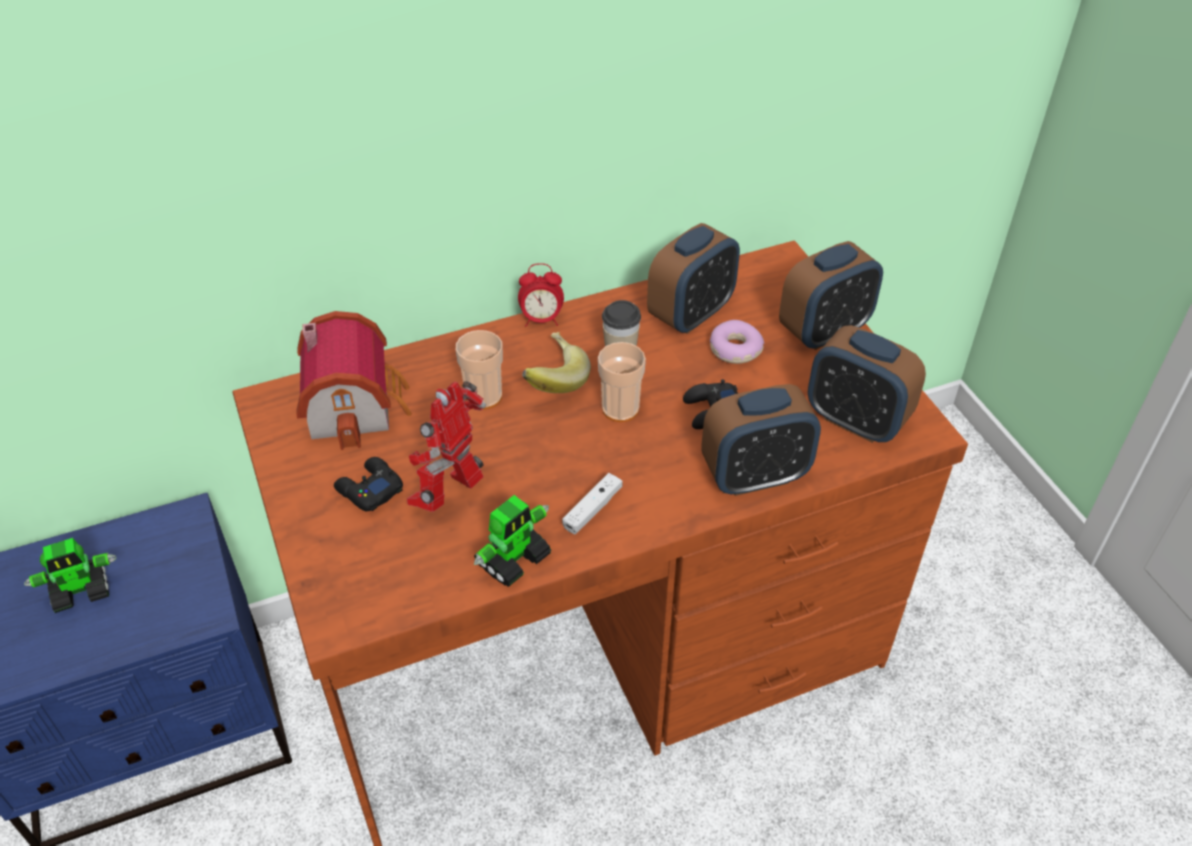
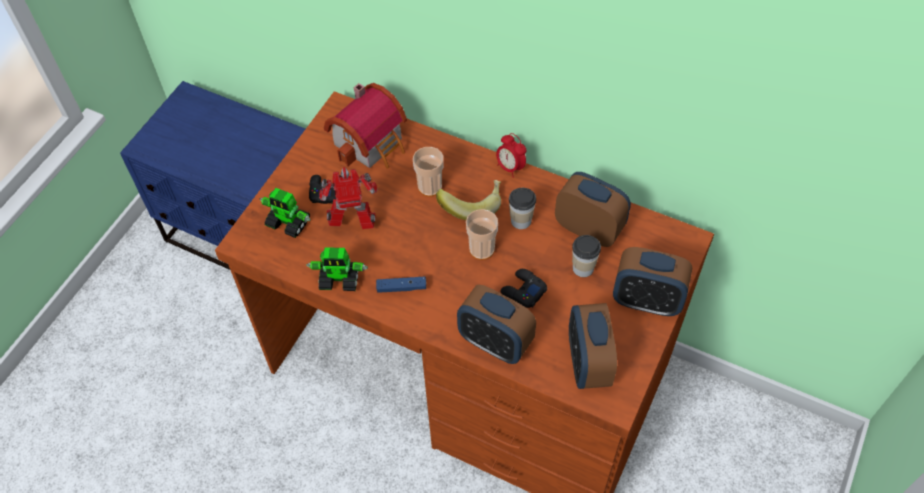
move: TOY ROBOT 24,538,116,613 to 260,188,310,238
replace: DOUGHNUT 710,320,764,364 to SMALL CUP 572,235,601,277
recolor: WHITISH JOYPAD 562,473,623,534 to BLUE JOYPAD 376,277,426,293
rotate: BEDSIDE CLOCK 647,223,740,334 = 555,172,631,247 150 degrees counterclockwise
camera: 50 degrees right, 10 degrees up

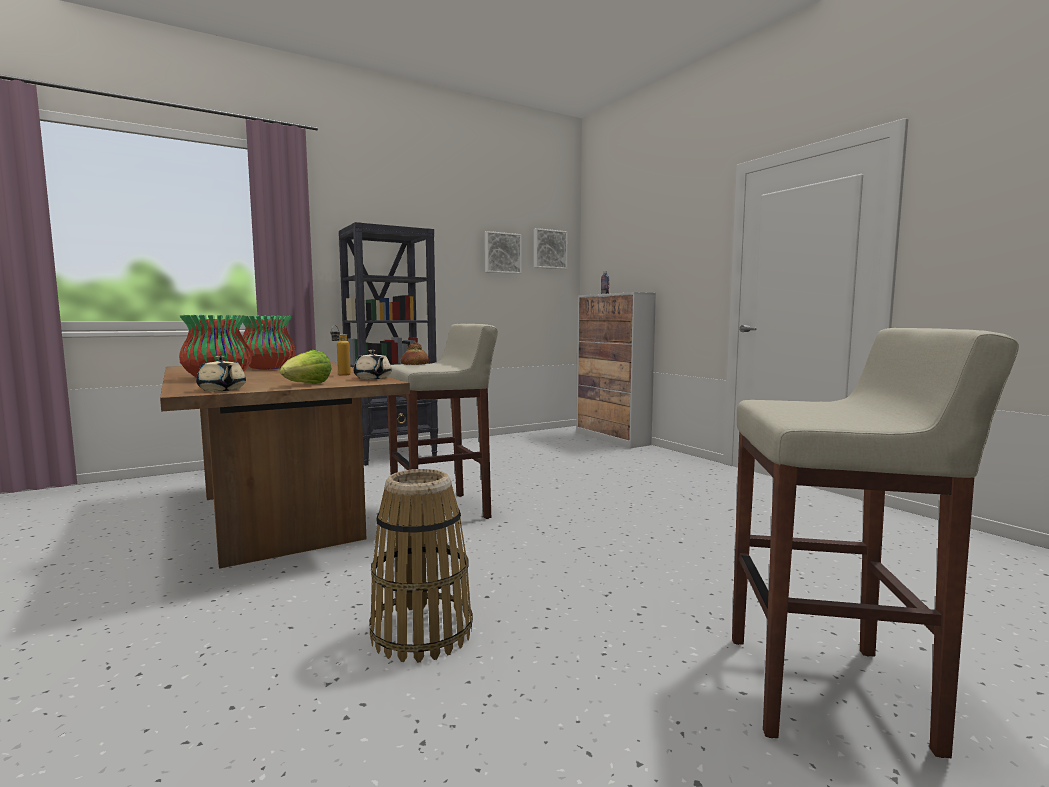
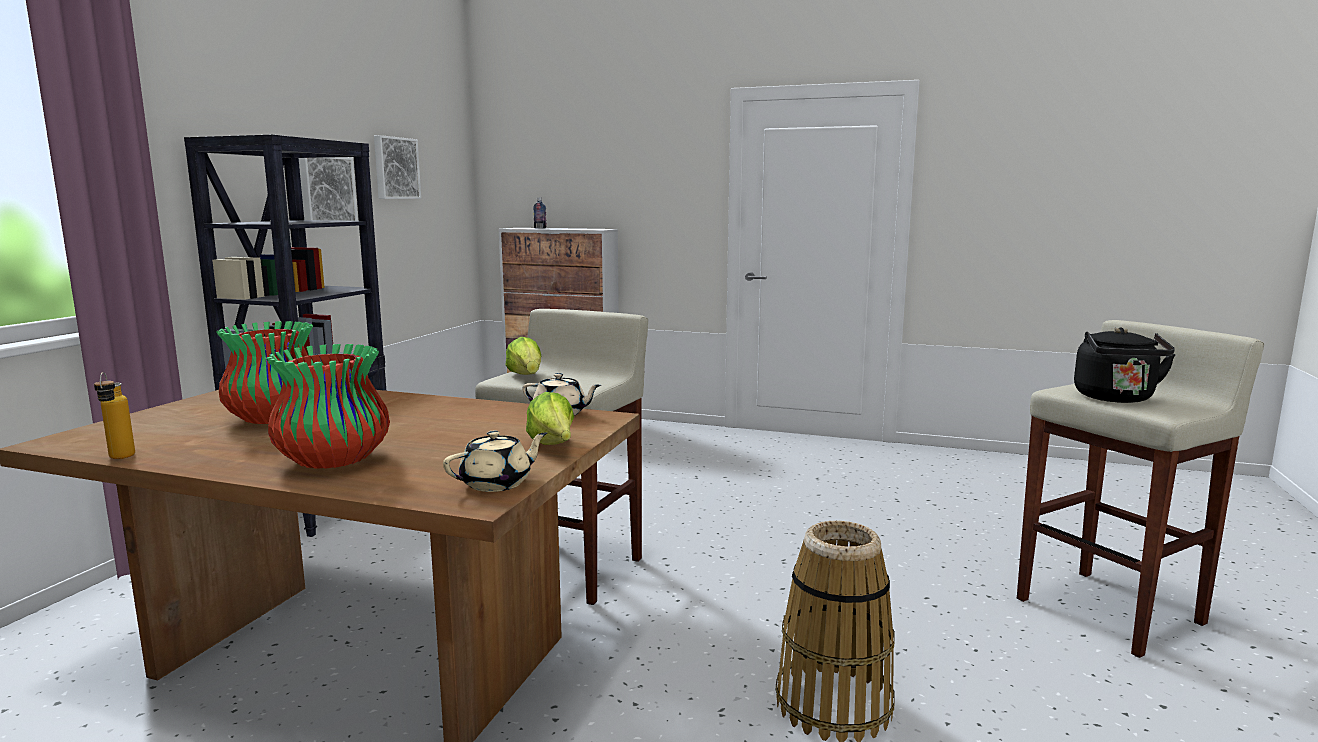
insert: BLACK WATER KETTLE 1074,327,1176,403
move: BOTTLE 330,325,351,376 to 94,372,135,459; PICTURE 534,228,567,269 to 299,157,358,221
replace: BAKED BREAD 400,342,429,365 to LETTUCE HEAD 505,337,541,375
rotate: SAND-COLOURED POT FOR TEA 196,356,246,391 = 443,431,547,492 45 degrees counterclockwise
camera: 40 degrees left, 5 degrees up

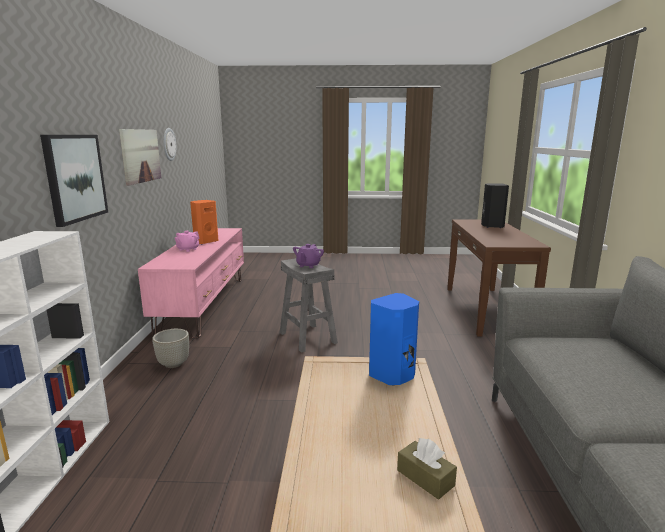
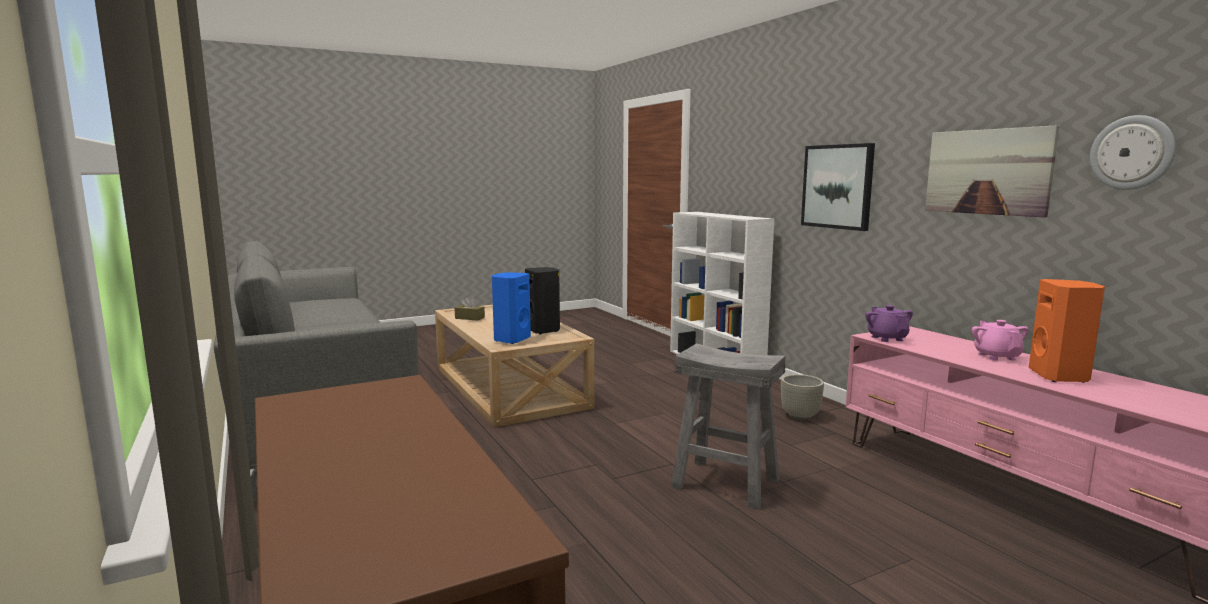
move: PURPLE POT FOR TEA 293,244,324,268 to 865,305,913,342; BLACK SPEAKER 481,183,509,228 to 525,267,560,335
camera: 150 degrees right, 5 degrees down

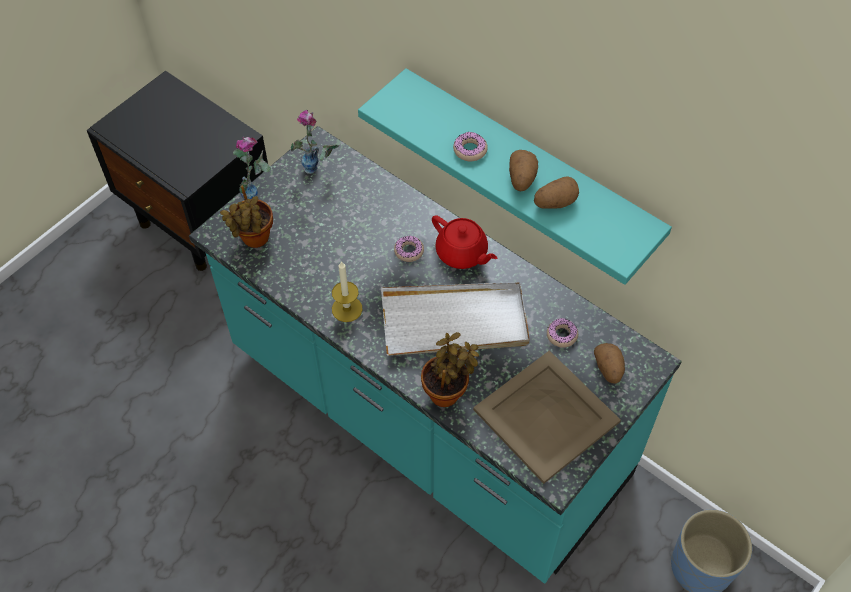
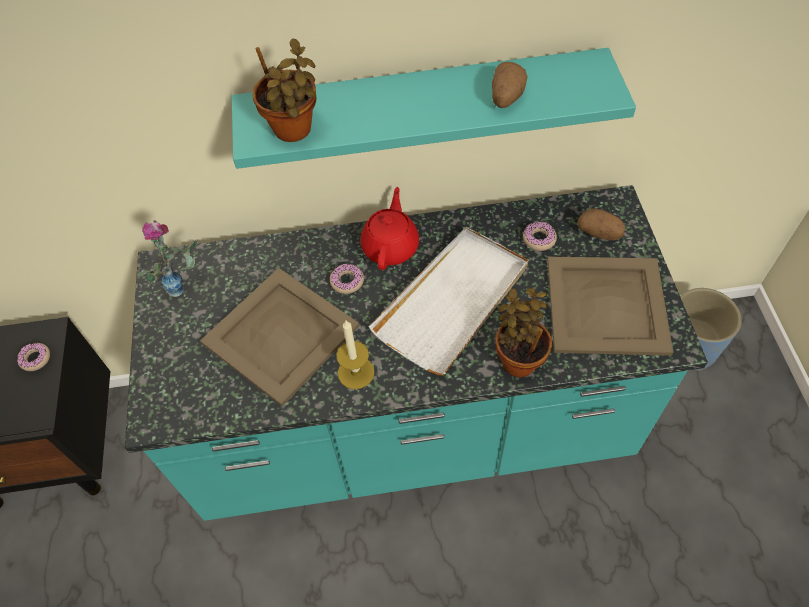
delete: VASE 233,136,271,200; SPUD 509,150,538,191
insert: SAND-COLOURED CARRYING TRAY 200,268,360,407
move: HOUSEPLANT 220,185,273,248 to 252,39,316,142; DOUGHNUT 453,132,488,161 to 17,343,50,371
rotate: RED-COLOURED POT FOR TEA 432,215,497,269 = 361,187,419,270 75 degrees counterclockwise
camera: 45 degrees left, 0 degrees up

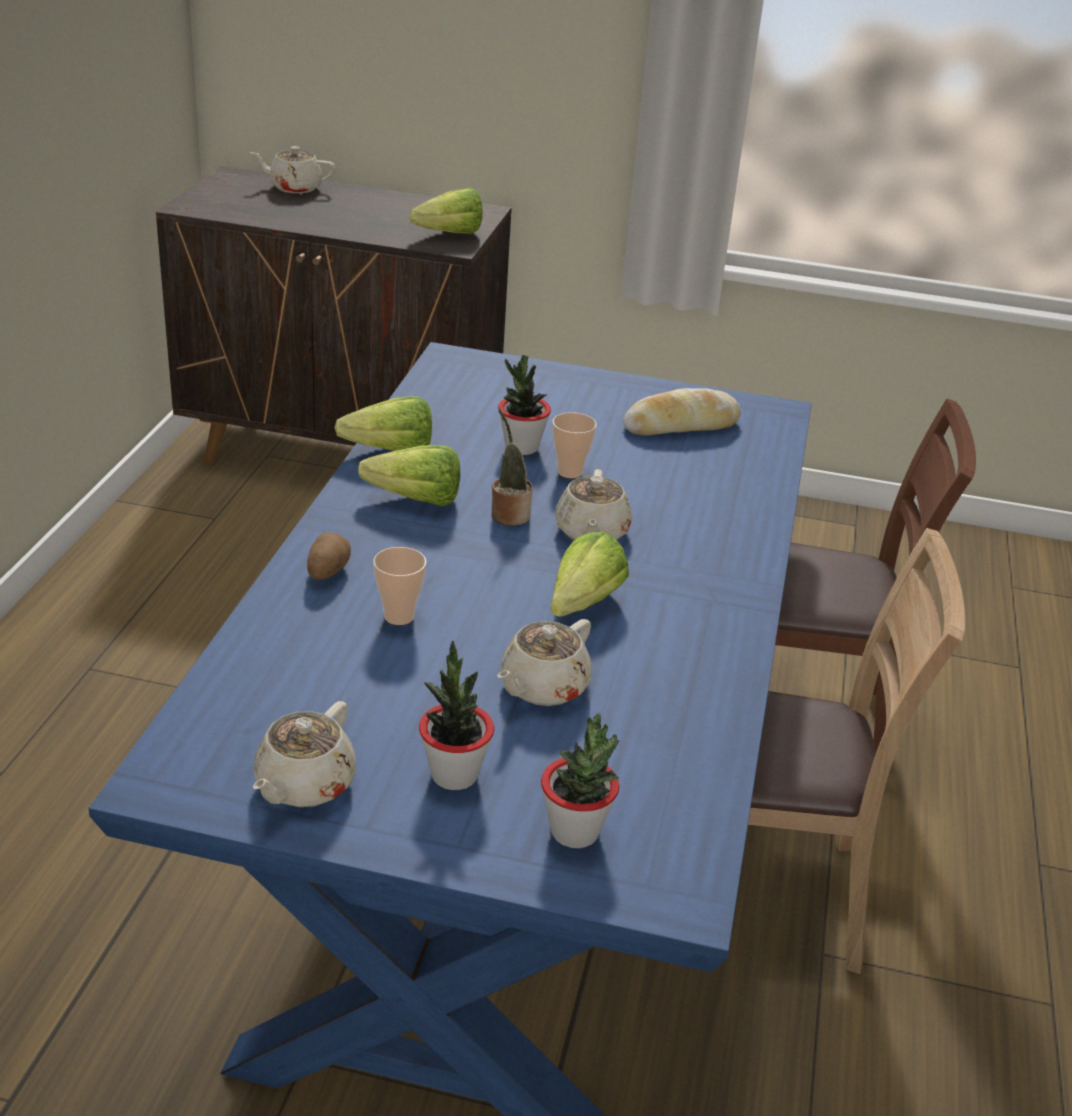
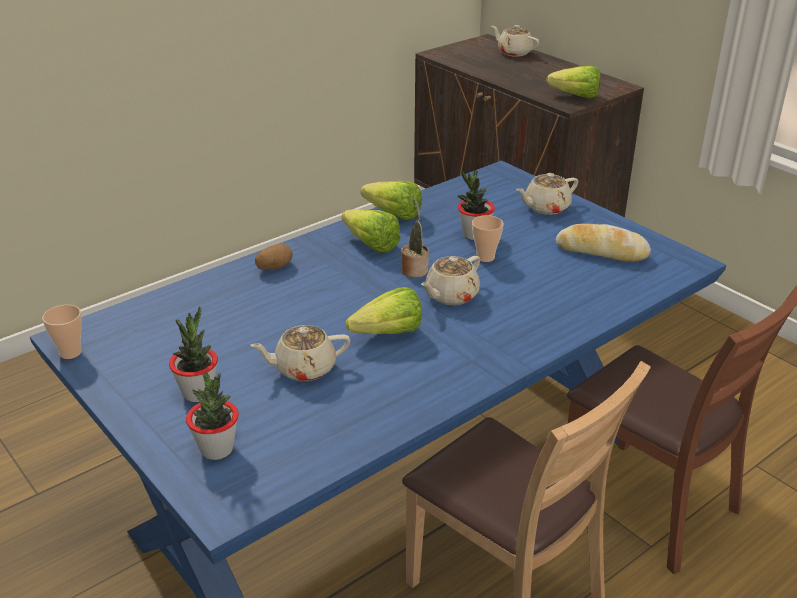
move: SAND-COLOURED POT FOR TEA 253,701,357,807 to 516,173,578,215; SMALL CUP 373,547,427,625 to 42,305,82,359
camera: 40 degrees right, 0 degrees up

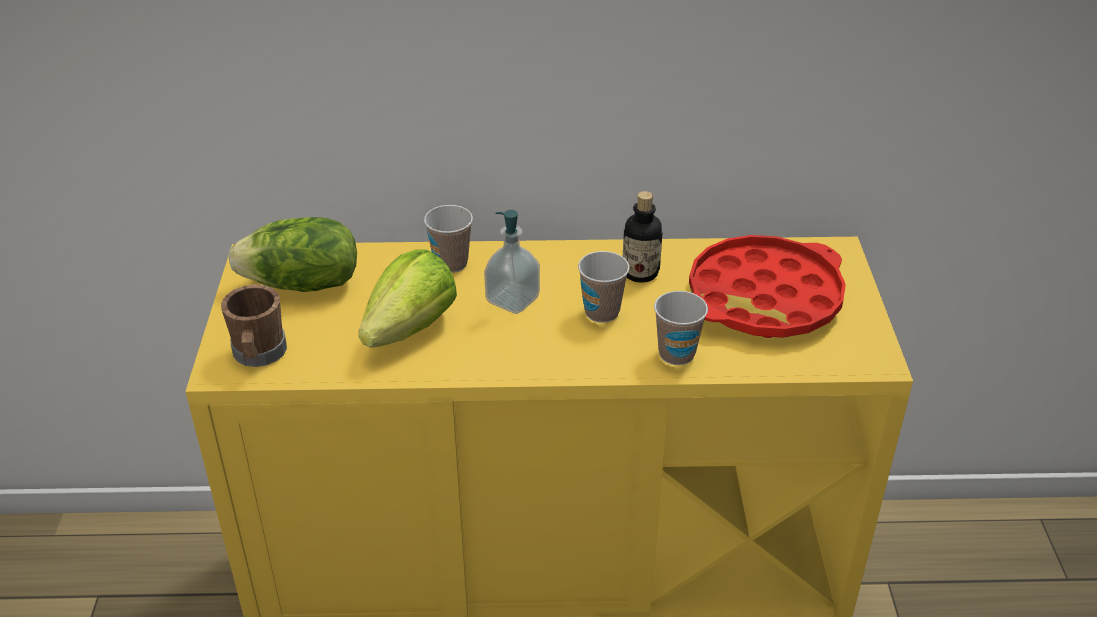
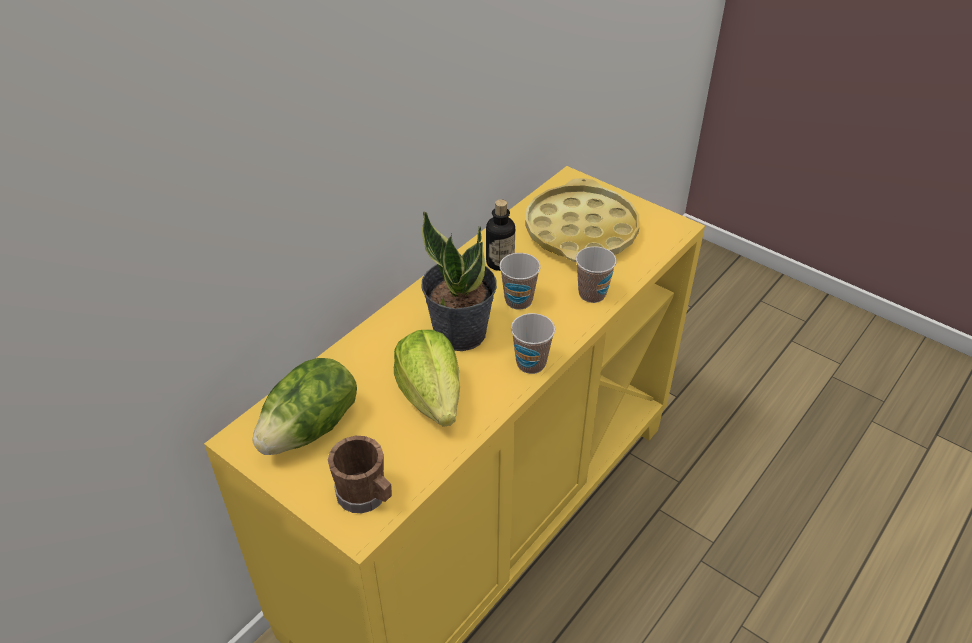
move: SMALL CUP 424,205,473,273 to 511,313,555,374
replace: LIQUID SOAP BOTTLE 484,210,540,314 to HOUSEPLANT 421,211,497,351
recolor: RED-COLOURED CARRYING TRAY 689,235,846,338 to YELLOW-COLOURED CARRYING TRAY 525,178,640,262
camera: 50 degrees left, 5 degrees up

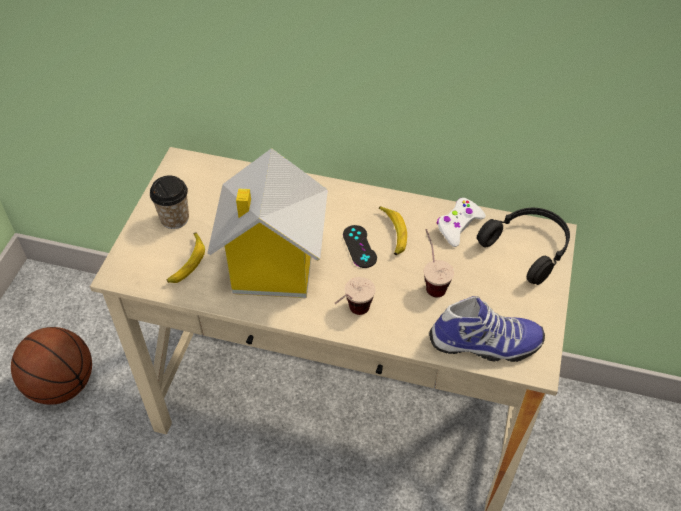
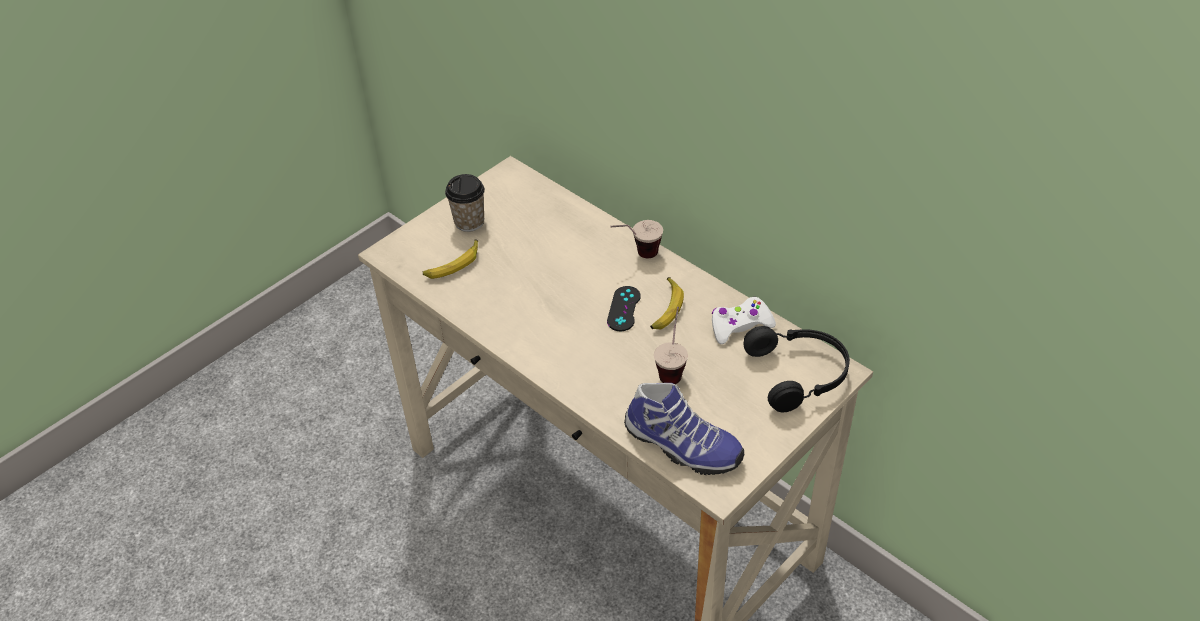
delete: BASKETBALL BALL 11,327,92,405; MODEL HOUSE 207,148,328,298
move: SMALL CUP 334,277,376,315 to 610,220,663,258
camera: 30 degrees right, 5 degrees down

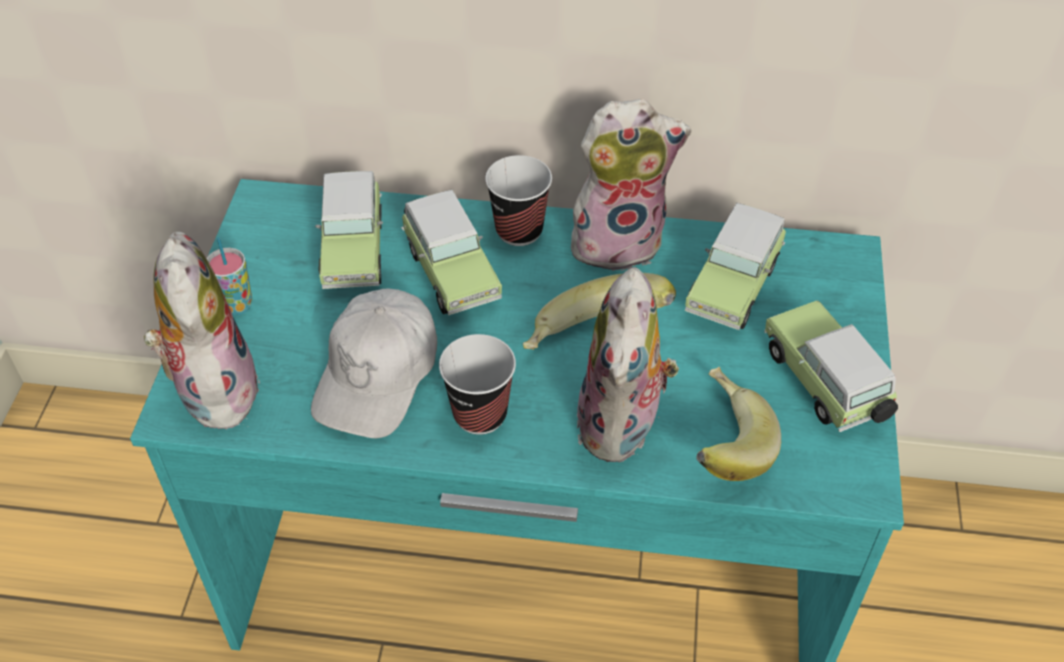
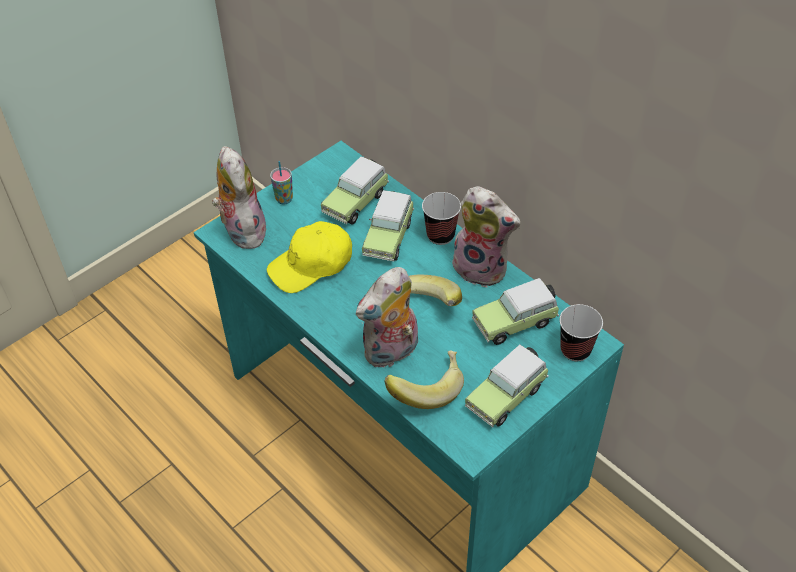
move: SMALL CUP 439,334,516,435 to 560,304,603,361
recolor: WHITISH PEAKED CAP 311,288,437,439 to YELLOW-COLOURED PEAKED CAP 267,221,352,293
rotate: SOFT TOY 143,231,261,429 = 212,146,267,249 45 degrees counterclockwise; TOY CAR 764,300,898,432 = 465,345,549,427 150 degrees counterclockwise
camera: 40 degrees right, 0 degrees up

